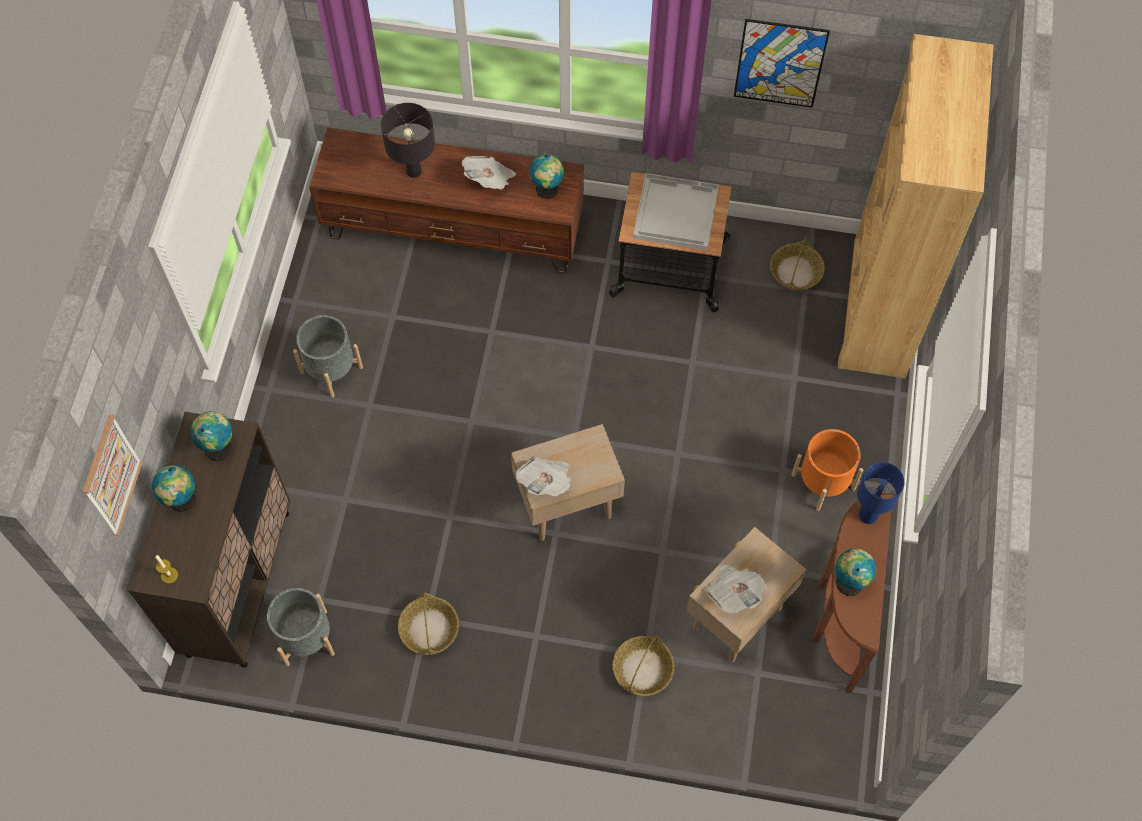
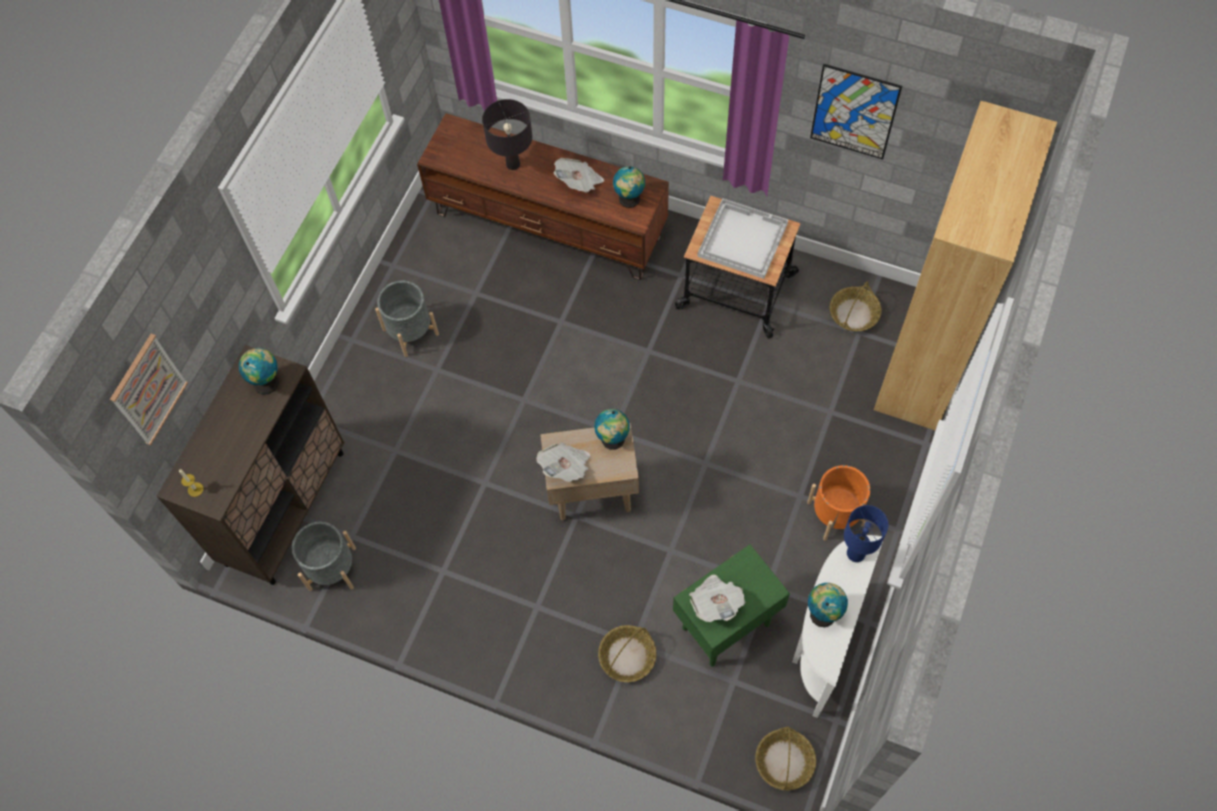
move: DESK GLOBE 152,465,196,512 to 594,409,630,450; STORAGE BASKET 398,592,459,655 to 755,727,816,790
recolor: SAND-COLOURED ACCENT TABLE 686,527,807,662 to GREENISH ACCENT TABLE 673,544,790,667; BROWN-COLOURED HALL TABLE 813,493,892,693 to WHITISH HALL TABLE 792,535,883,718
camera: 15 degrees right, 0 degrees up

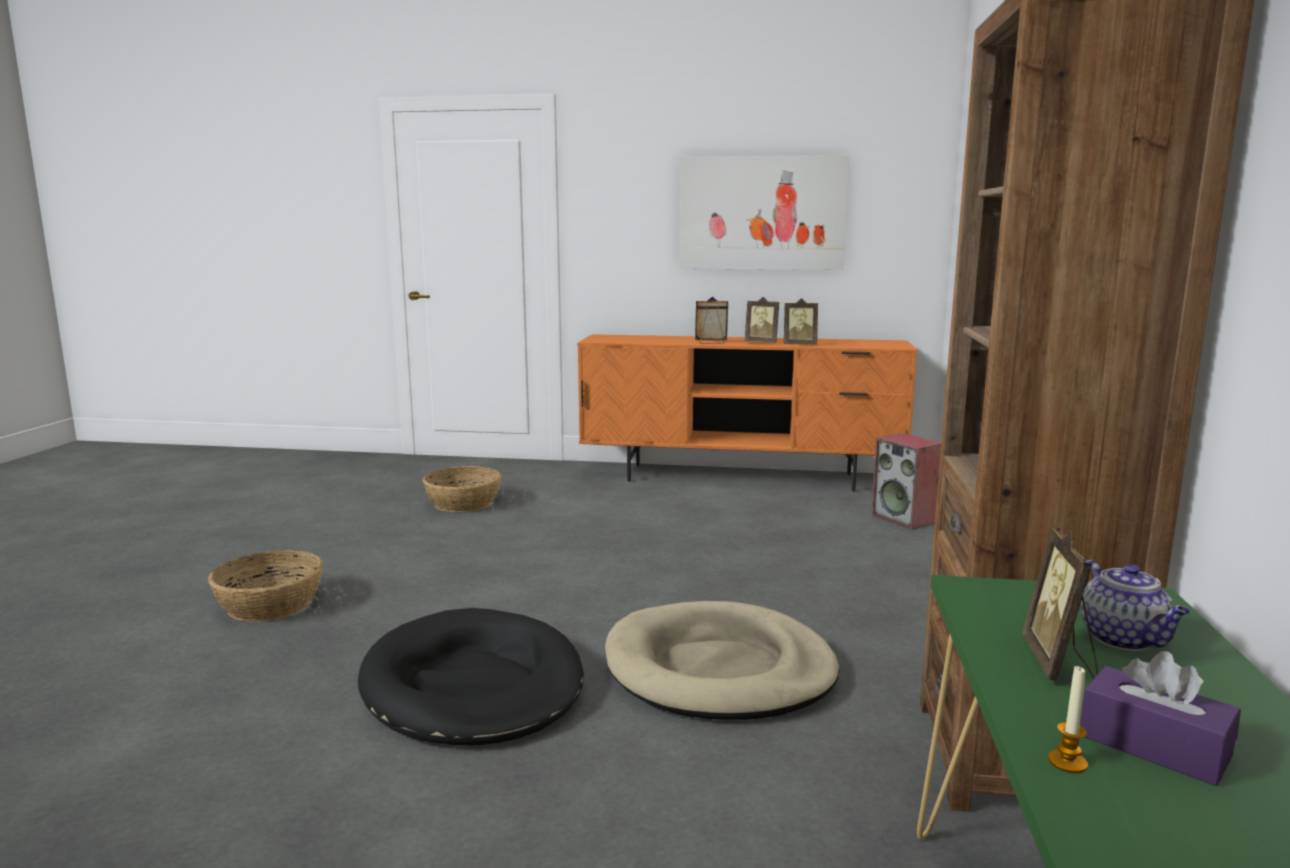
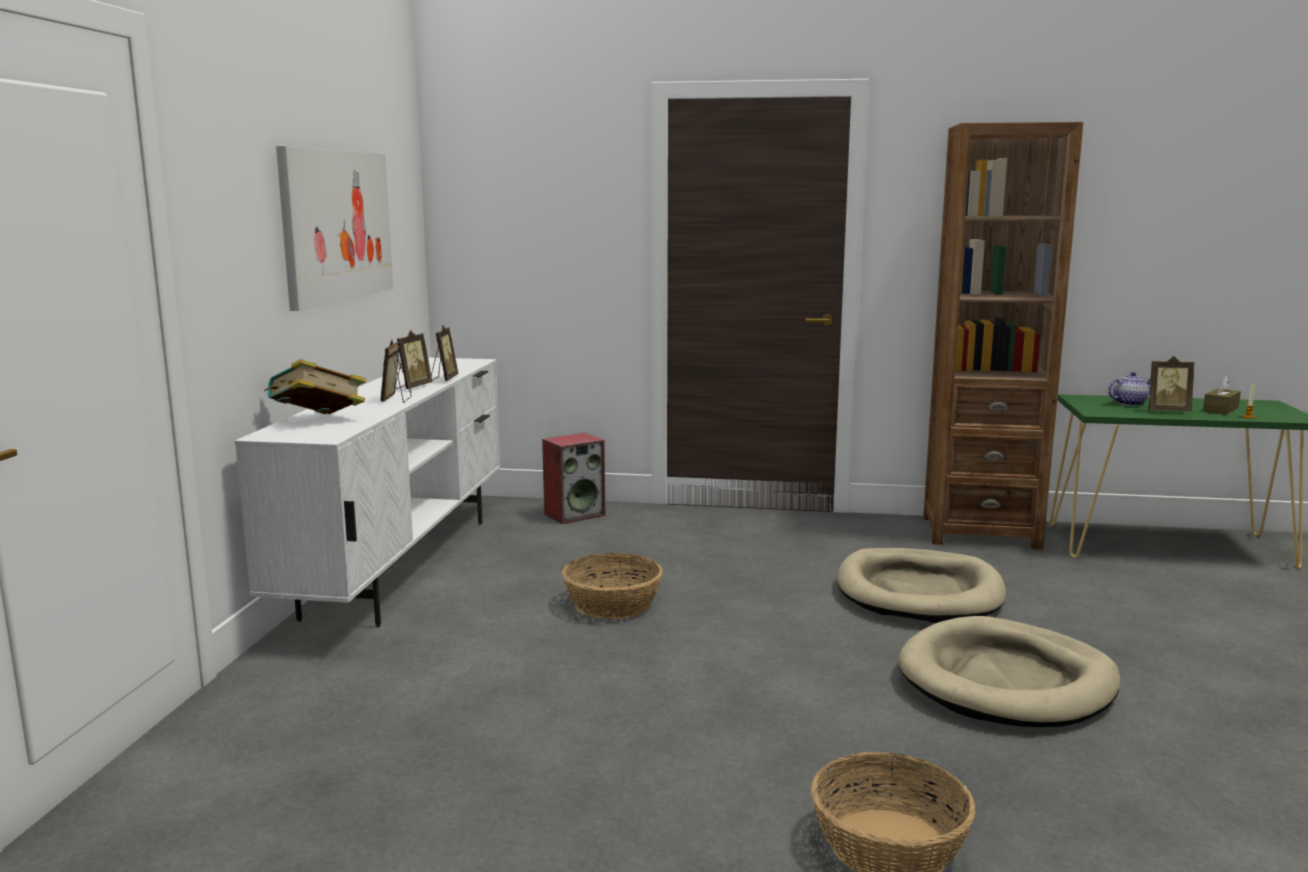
insert: BOUND BOOK 264,359,366,414
move: STORAGE BASKET 423,466,502,513 to 562,553,663,619
recolor: BLACK DOG CUSHION 358,608,584,745 to SAND-COLOURED DOG CUSHION 898,616,1120,727; ORANGE-COLOURED TV STAND 577,334,917,492 to WHITISH TV STAND 235,358,500,627; PURPLE TISSUE HOLDER 1080,651,1241,786 to BROWN-COLOURED TISSUE HOLDER 1203,376,1241,415
camera: 90 degrees left, 0 degrees up

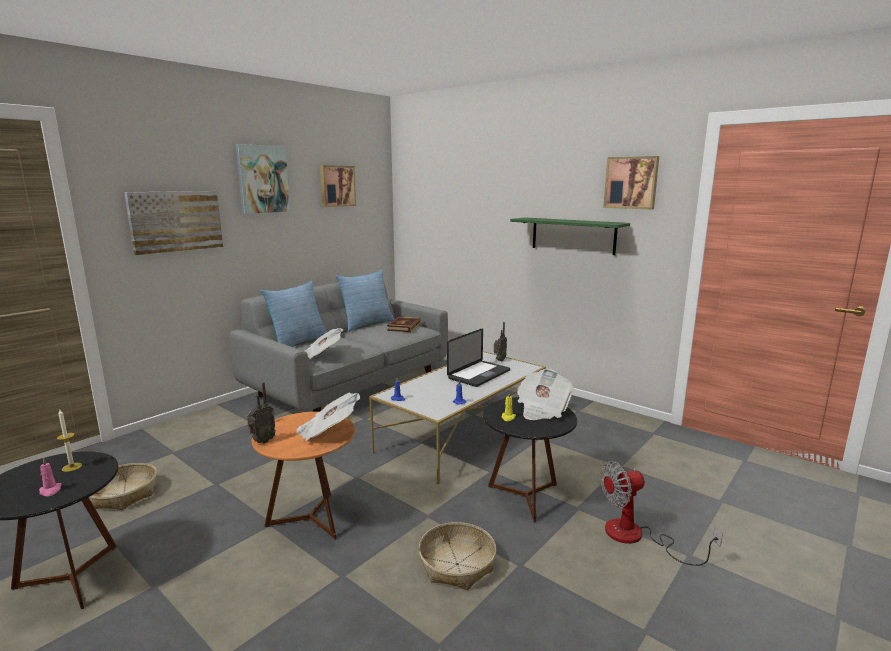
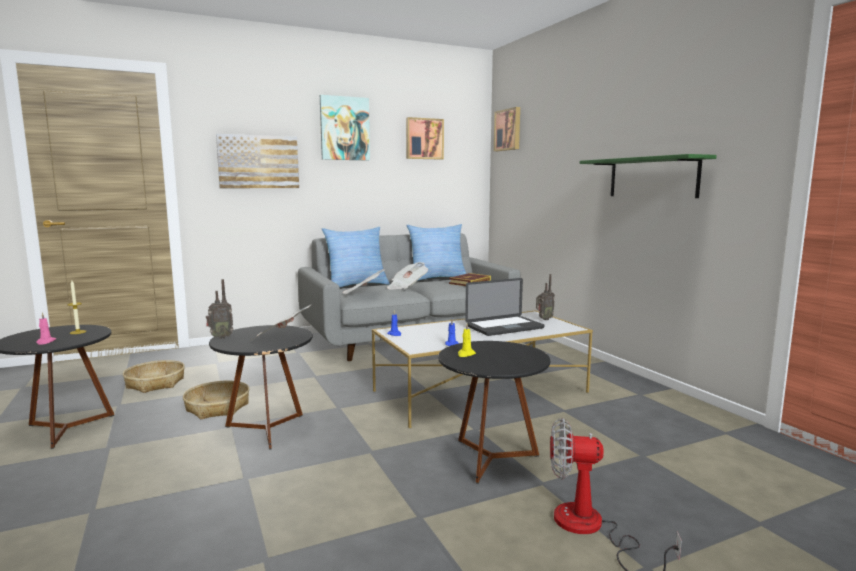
move: STORAGE BASKET 418,522,496,590 to 183,380,250,419; NEWSPAPER 517,369,574,420 to 387,262,428,290; PICTURE 603,156,659,210 to 494,107,520,151
recolor: ORANGE-COLOURED ACCENT TABLE 252,412,355,539 to BLACK ACCENT TABLE 209,325,312,450
camera: 25 degrees right, 5 degrees down

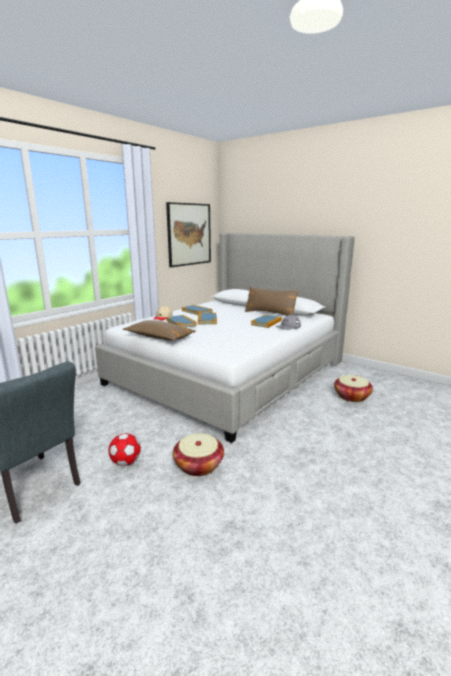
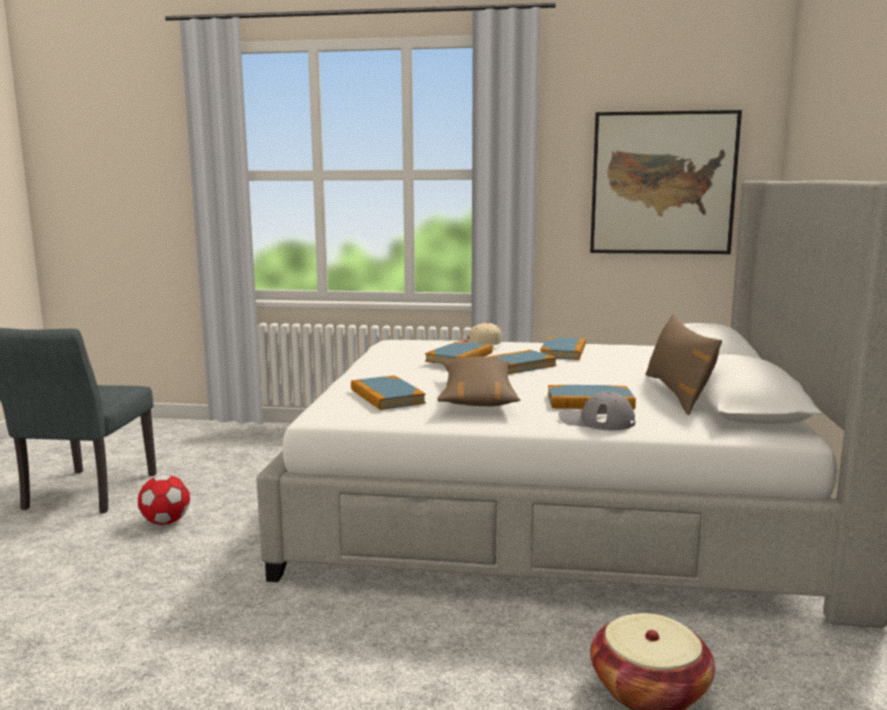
delete: STORAGE BASKET 173,433,224,476
insert: BOUND BOOK 351,376,426,410
move: BROWN-COLOURED PILLOW 123,320,196,341 to 437,356,520,406
camera: 60 degrees right, 5 degrees down

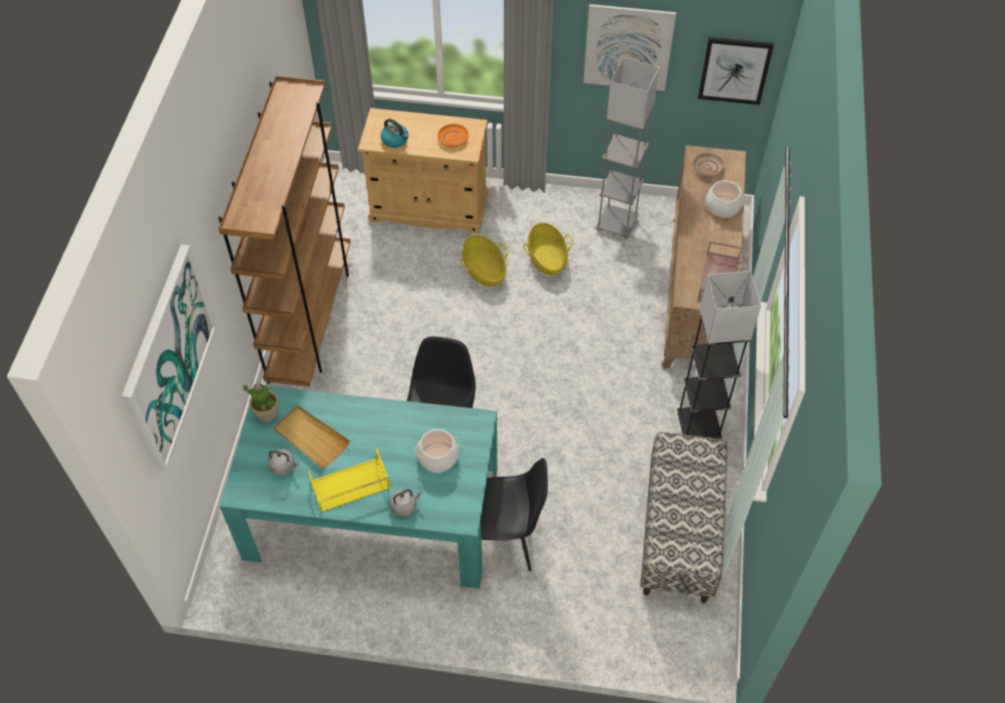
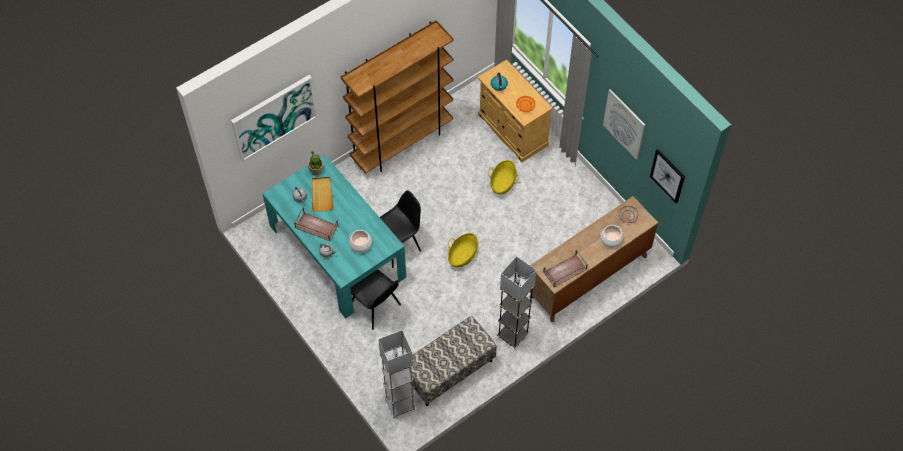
move: STORAGE BASKET 523,223,573,275 to 448,233,478,267; GREY STANDARD LAMP 596,57,659,240 to 378,330,415,418
recolor: YELLOW-COLOURED CARRYING TRAY 308,448,391,512 to BROWN-COLOURED CARRYING TRAY 294,207,338,241
camera: 45 degrees right, 5 degrees up

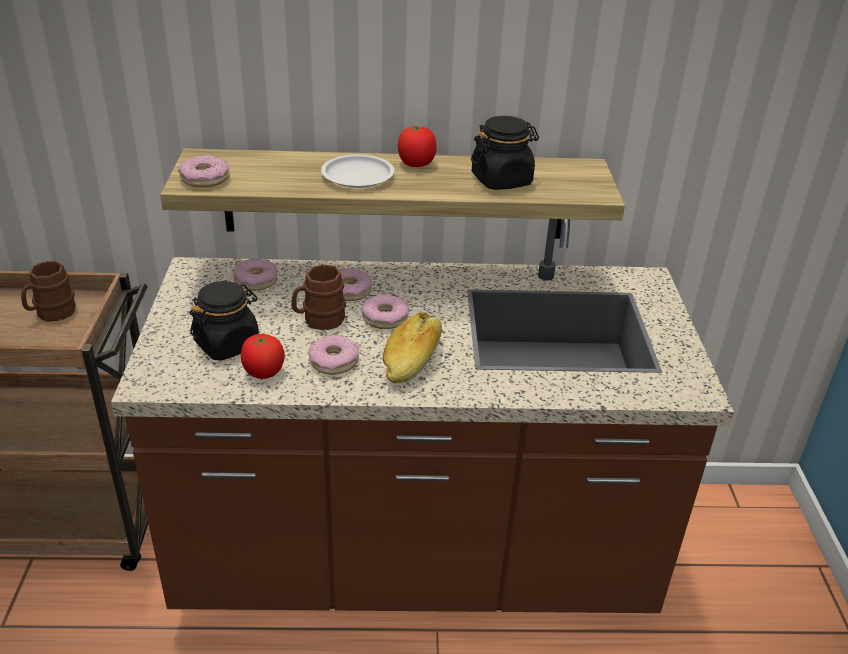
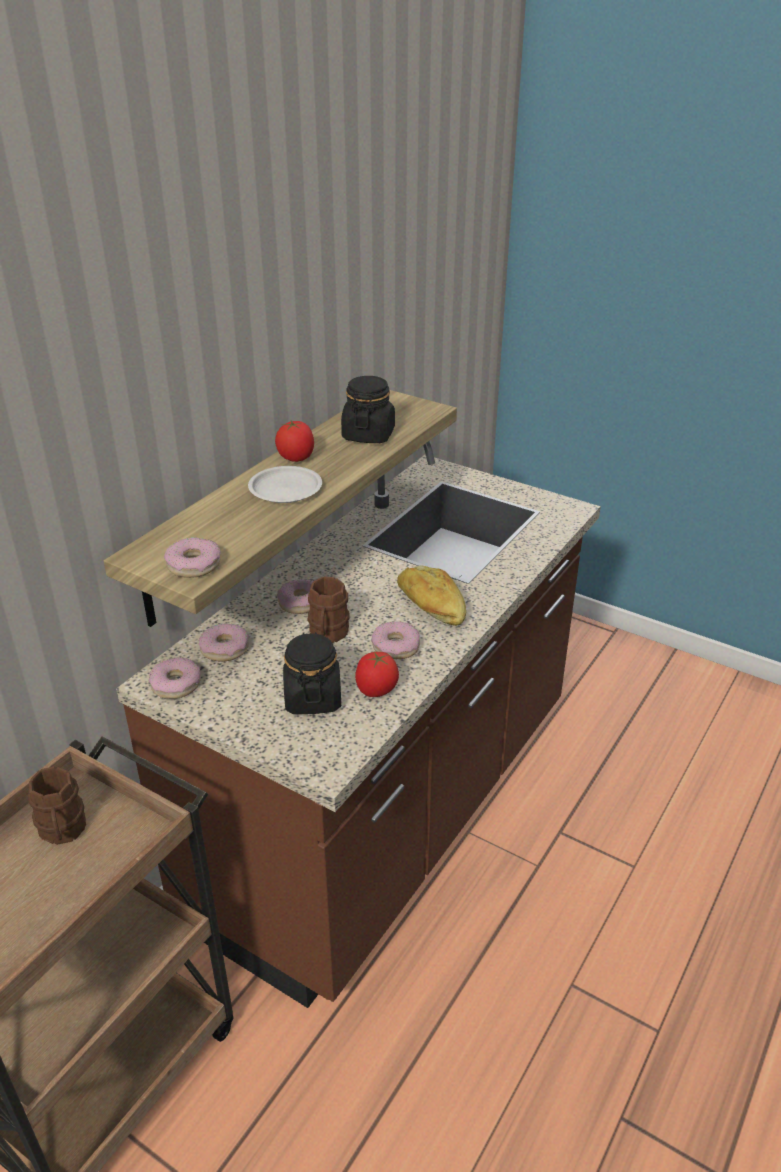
move: DOUGHNUT 361,294,409,329 to 149,657,201,699
camera: 55 degrees left, 0 degrees up

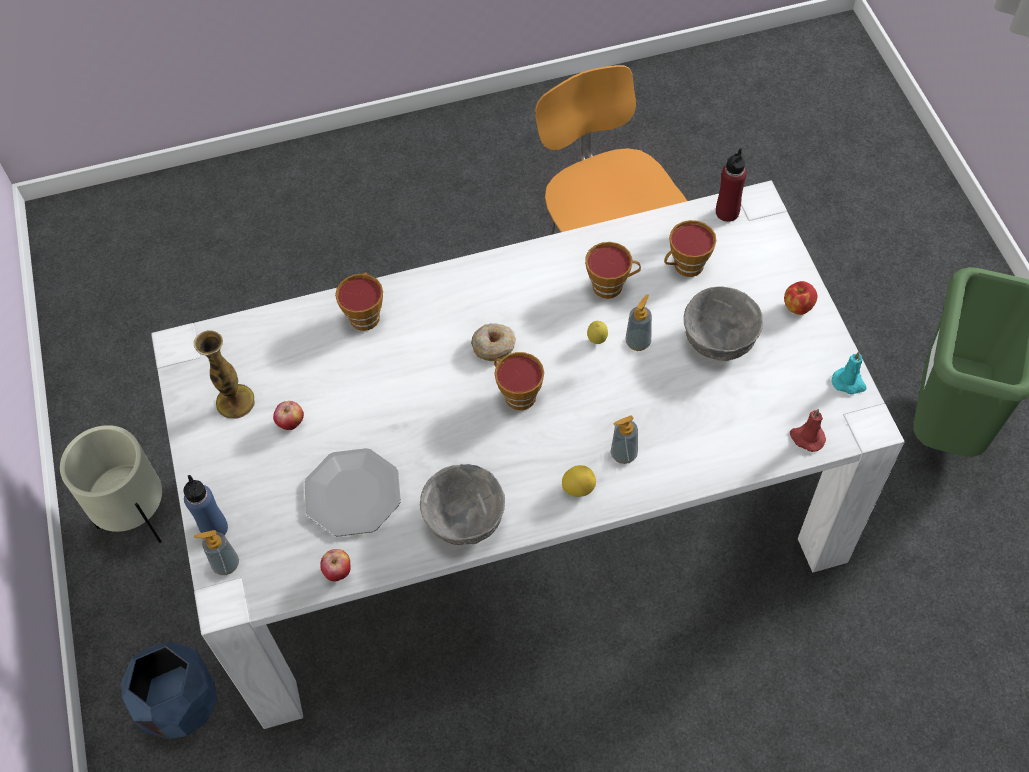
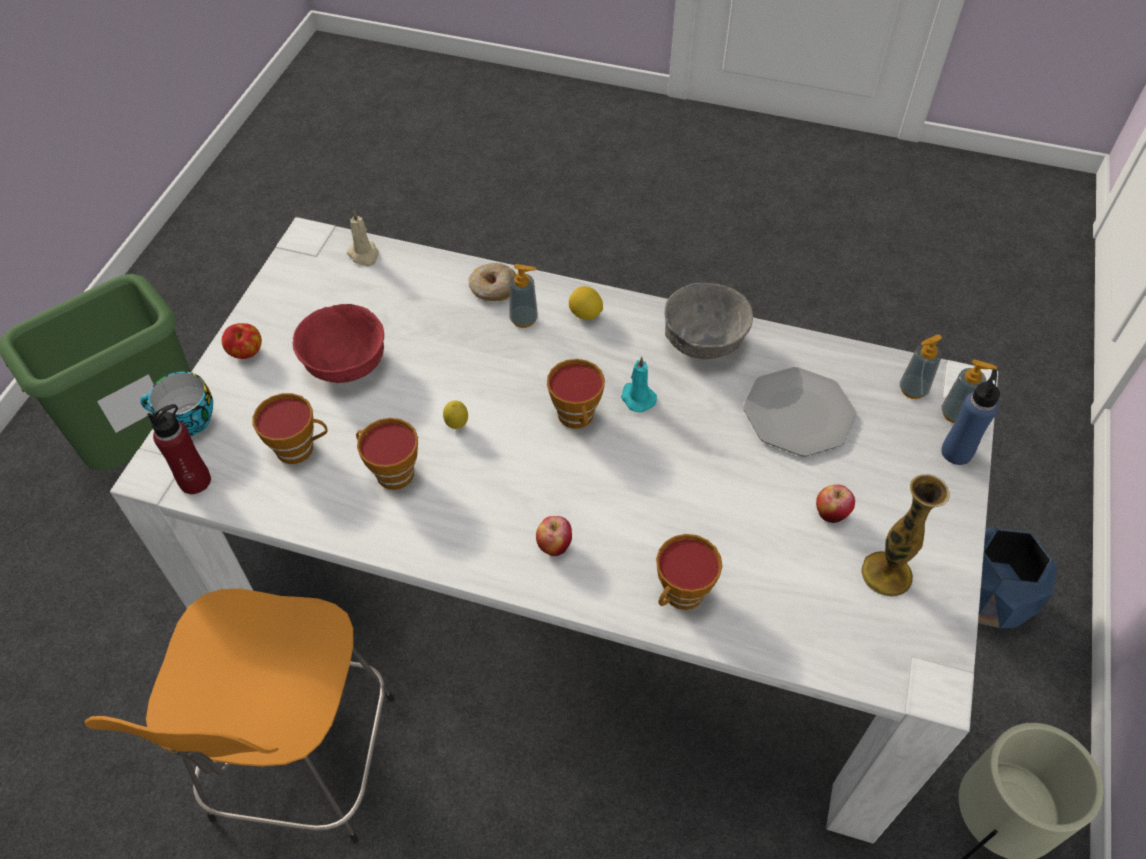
insert: SMALL CUP 140,371,213,436
move: APPLE FRUIT 320,549,351,582 to 536,516,572,556; DOUGHNUT 471,323,516,362 to 468,263,516,301; LIQUID SOAP BOTTLE 625,294,652,351 to 900,334,942,399; TURQUOISE WAX LIGHT 831,352,867,394 to 621,356,657,412
recolor: GREY DEEP DISH 683,286,763,361 to RED-COLOURED DEEP DISH 292,304,384,383; RED-COLOURED WAX LIGHT 790,409,826,452 to SAND-COLOURED WAX LIGHT 347,210,379,267
camera: 150 degrees left, 5 degrees down

